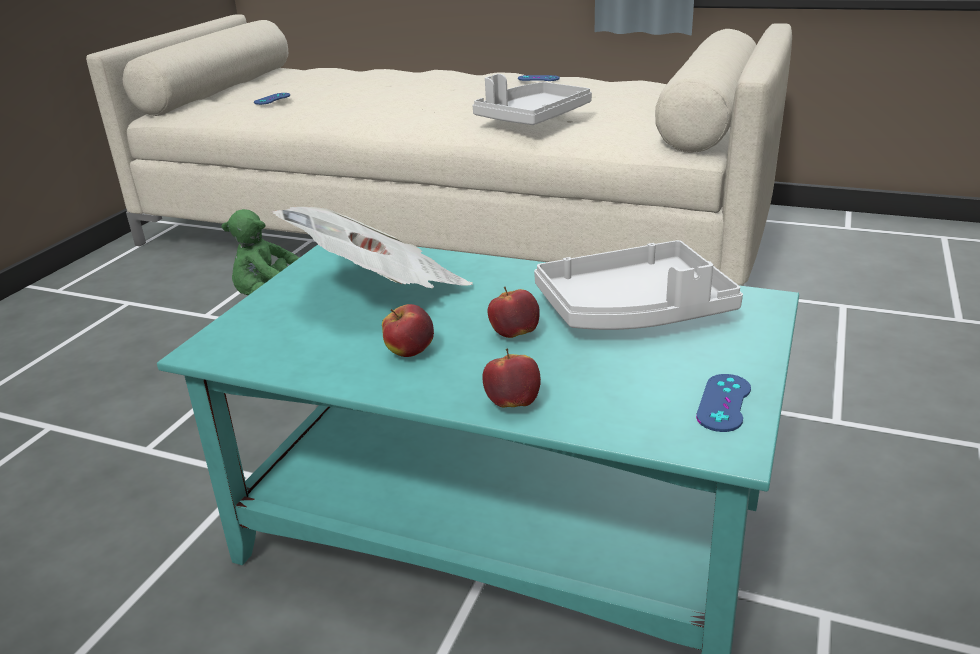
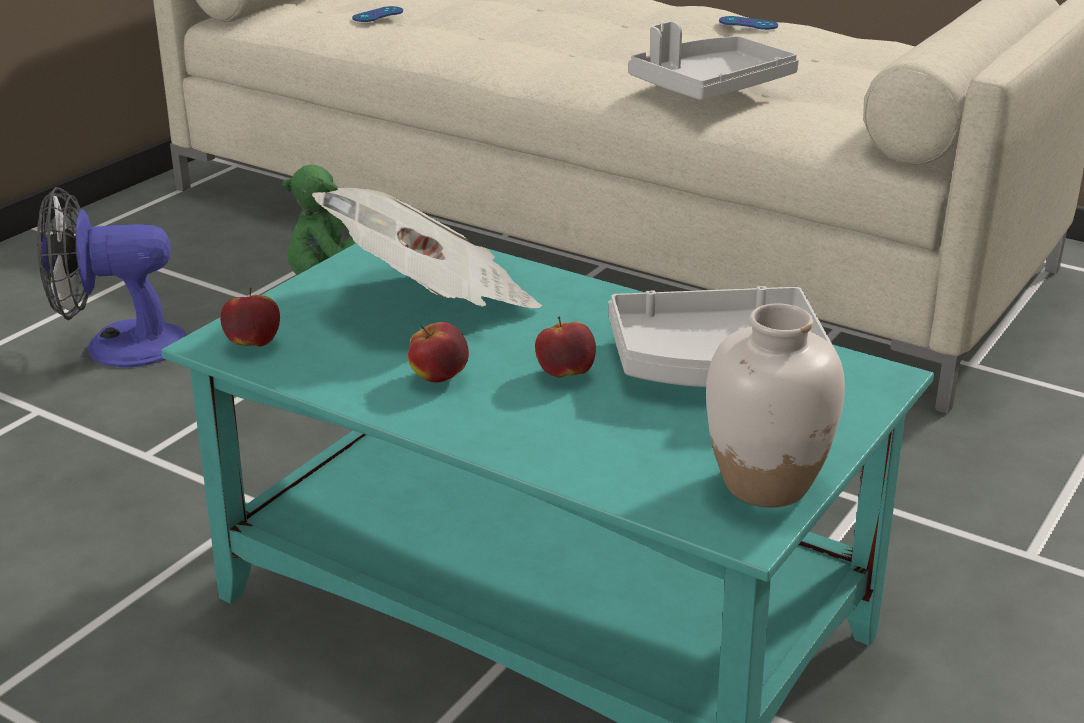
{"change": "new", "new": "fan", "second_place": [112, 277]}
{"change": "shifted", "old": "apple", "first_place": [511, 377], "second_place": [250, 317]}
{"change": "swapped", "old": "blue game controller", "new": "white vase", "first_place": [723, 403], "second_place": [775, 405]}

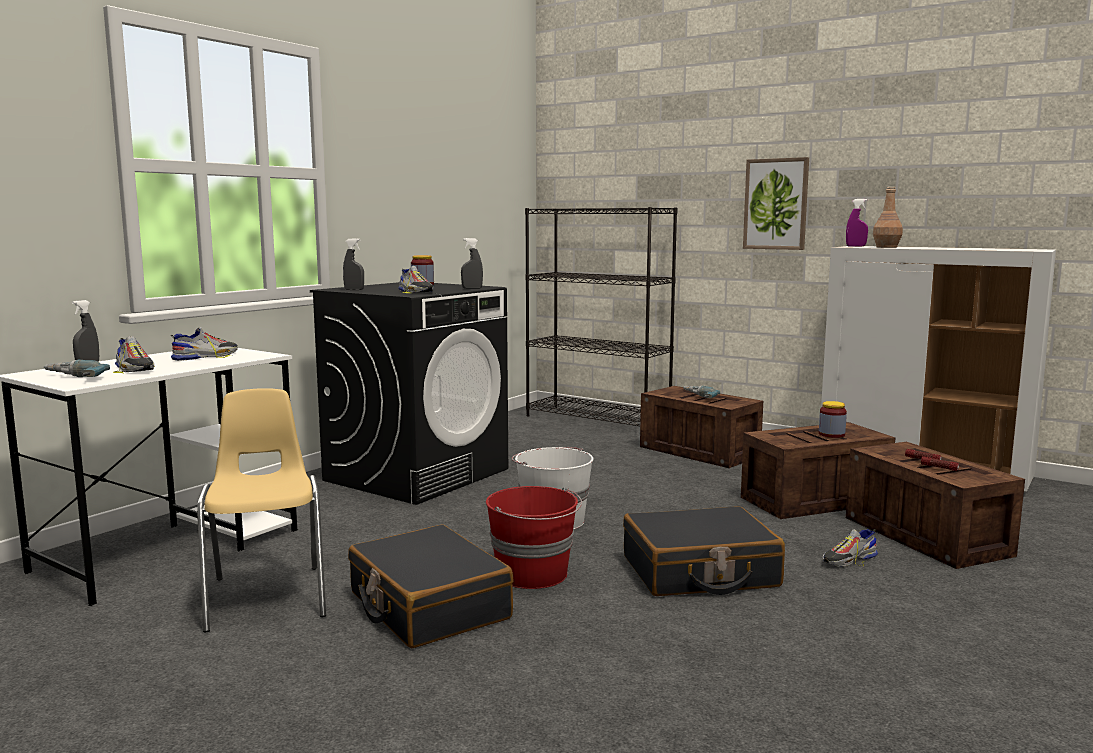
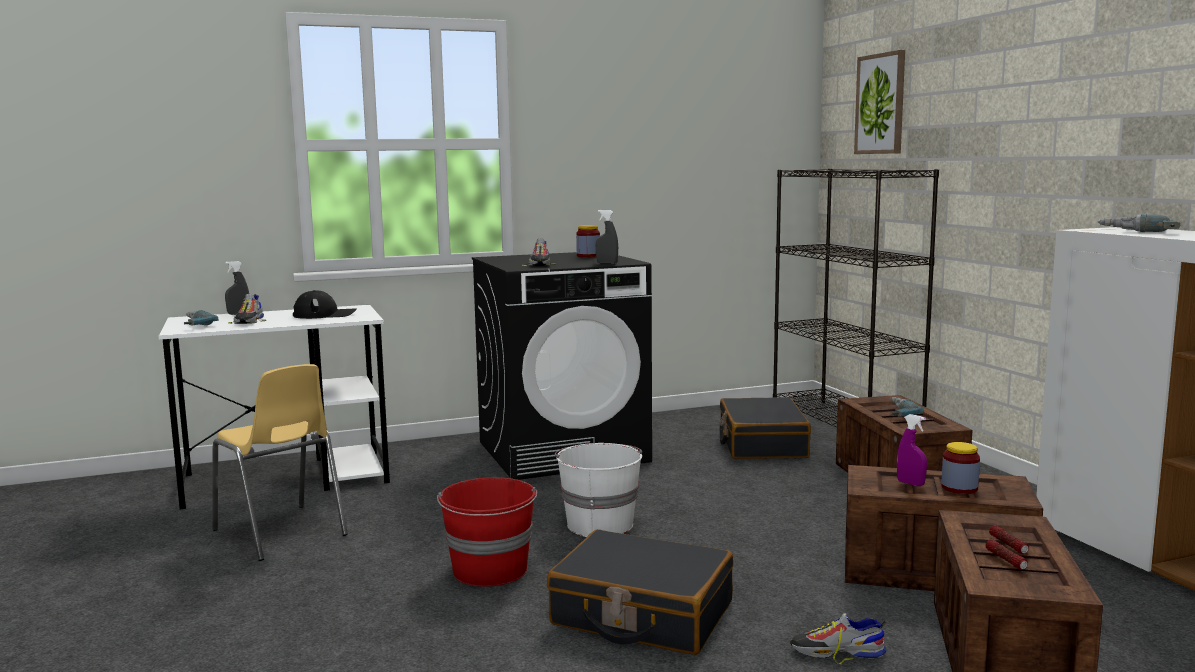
{"change": "gone", "old": "grey spray bottle", "first_place": [353, 264]}
{"change": "shifted", "old": "black suitcase", "first_place": [431, 586], "second_place": [765, 428]}
{"change": "shifted", "old": "picture", "first_place": [776, 203], "second_place": [879, 102]}
{"change": "shifted", "old": "purple spray bottle", "first_place": [857, 223], "second_place": [912, 450]}
{"change": "swapped", "old": "shoe", "new": "black cap", "first_place": [204, 344], "second_place": [325, 304]}
{"change": "swapped", "old": "brown bottle", "new": "power drill", "first_place": [888, 217], "second_place": [1138, 223]}
{"change": "rotated", "old": "yellow chair", "first_place": [261, 510], "second_place": [280, 462], "degrees": 120}

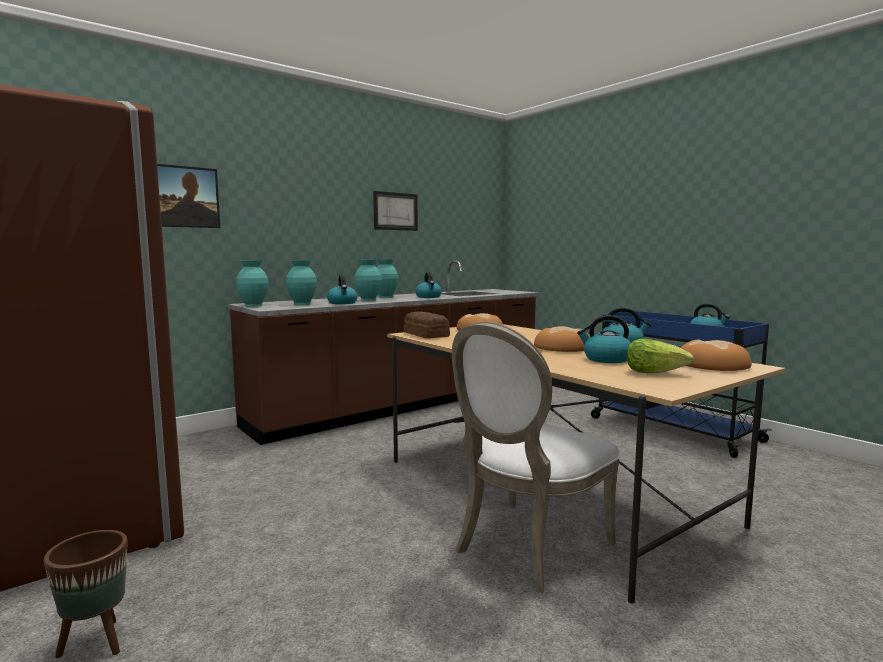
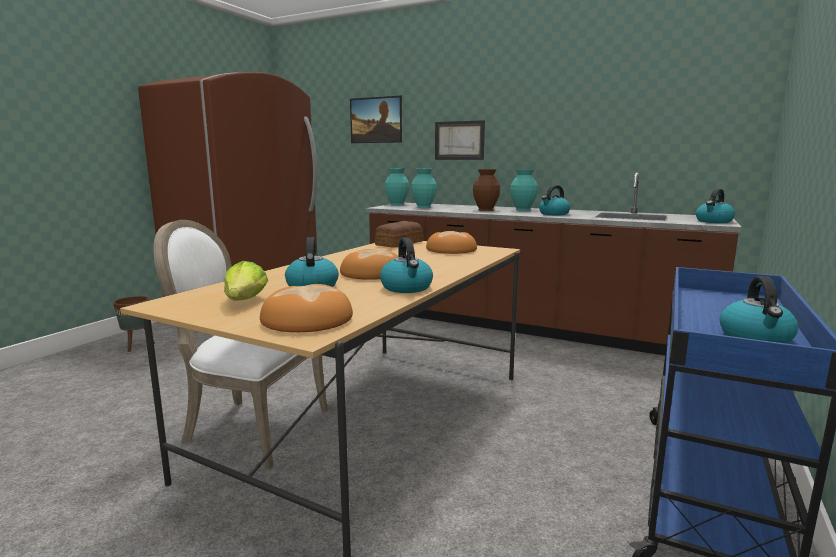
{"change": "shifted", "old": "kettle", "first_place": [342, 289], "second_place": [715, 206]}
{"change": "shifted", "old": "picture", "first_place": [395, 211], "second_place": [460, 140]}
{"change": "repainted", "old": "turquoise vase", "new": "brown vase", "first_place": [368, 280], "second_place": [486, 190]}

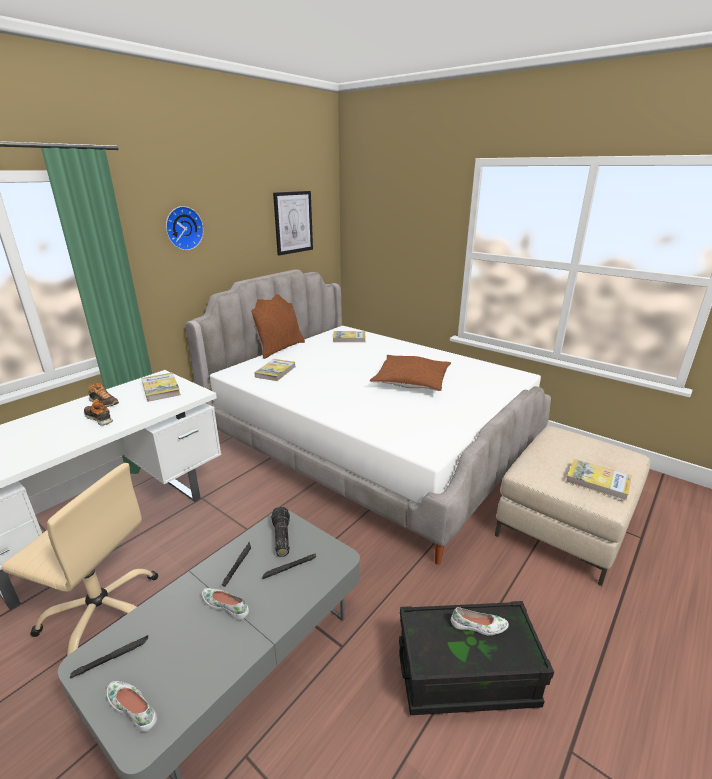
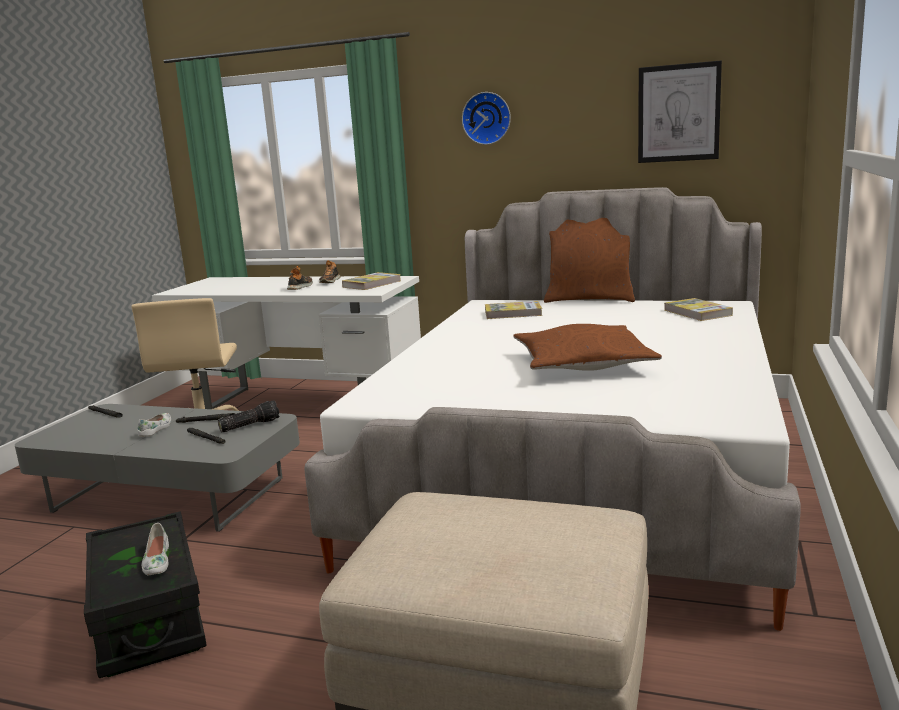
{"change": "gone", "old": "white shoe", "first_place": [131, 706]}
{"change": "gone", "old": "book", "first_place": [599, 480]}

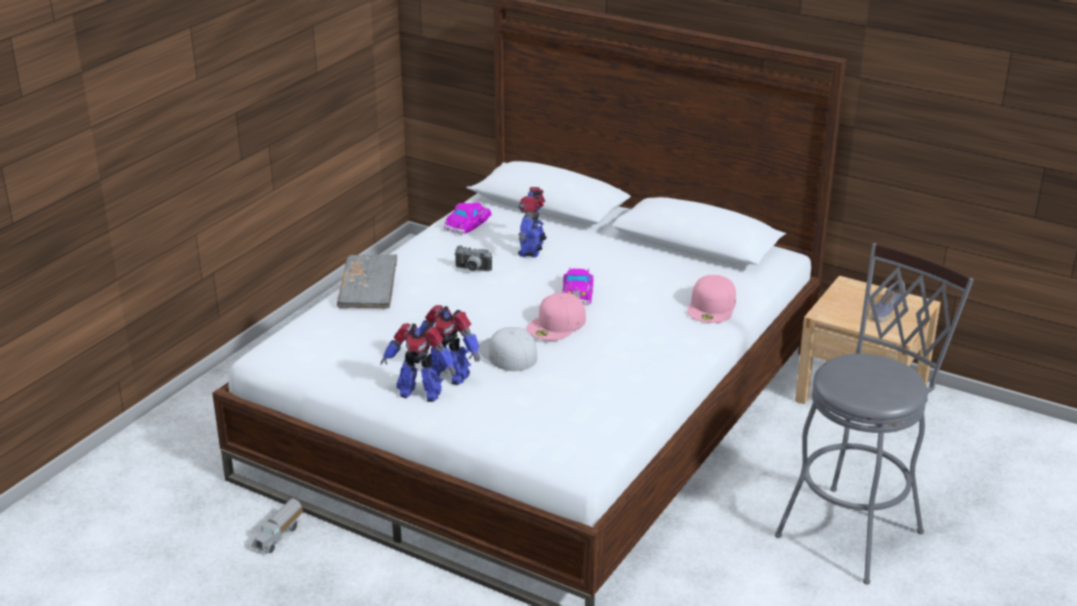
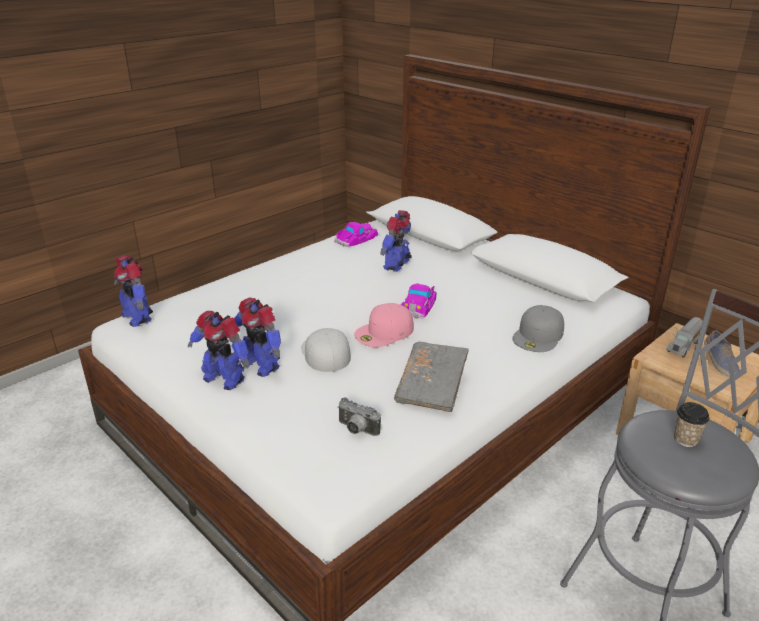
{"change": "new", "new": "toy robot", "second_place": [133, 291]}
{"change": "new", "new": "cup", "second_place": [692, 424]}
{"change": "shifted", "old": "toy truck", "first_place": [277, 526], "second_place": [684, 337]}
{"change": "shifted", "old": "grey book", "first_place": [367, 281], "second_place": [431, 377]}
{"change": "shifted", "old": "photo camera", "first_place": [473, 258], "second_place": [359, 416]}
{"change": "repainted", "old": "pink cap", "new": "grey cap", "first_place": [711, 299], "second_place": [538, 328]}
{"change": "rotated", "old": "shoe", "first_place": [888, 301], "second_place": [722, 353], "degrees": -60}

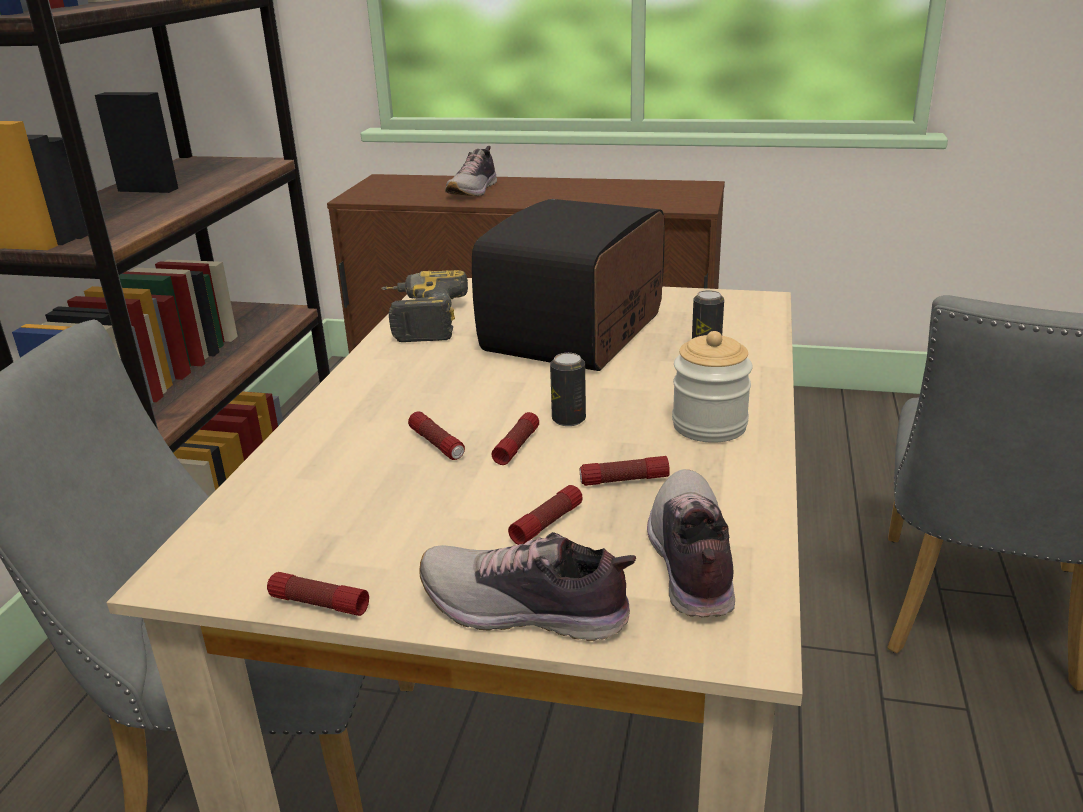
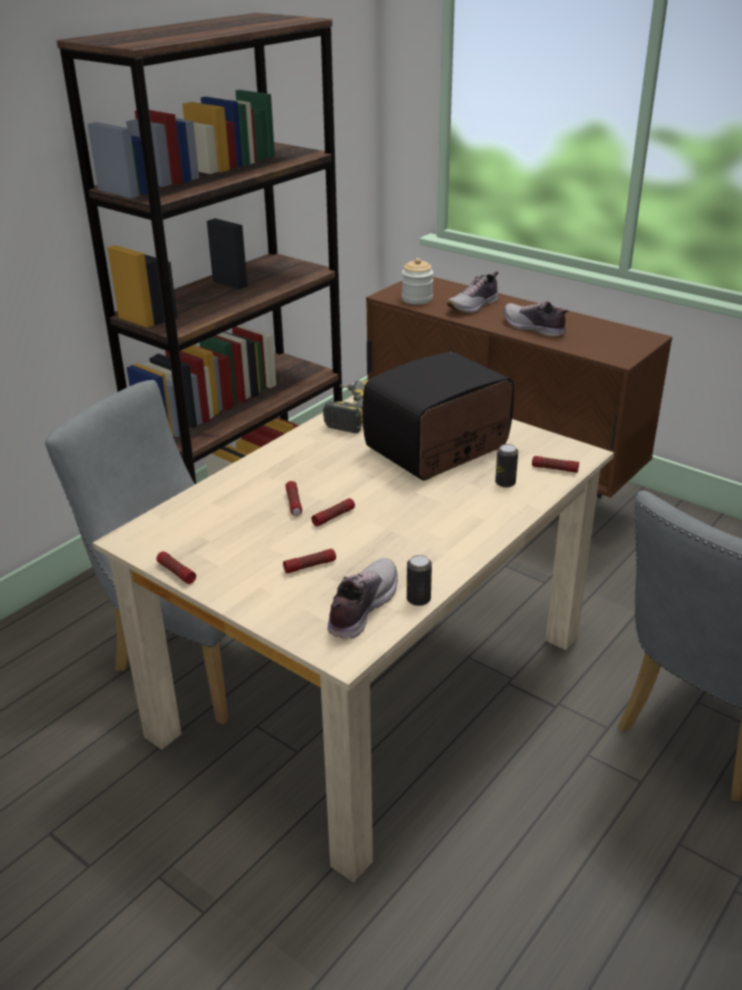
{"change": "shifted", "old": "shoe", "first_place": [527, 586], "second_place": [536, 319]}
{"change": "shifted", "old": "can", "first_place": [568, 389], "second_place": [419, 580]}
{"change": "shifted", "old": "flashlight", "first_place": [625, 471], "second_place": [555, 464]}
{"change": "shifted", "old": "jar", "first_place": [712, 387], "second_place": [418, 281]}

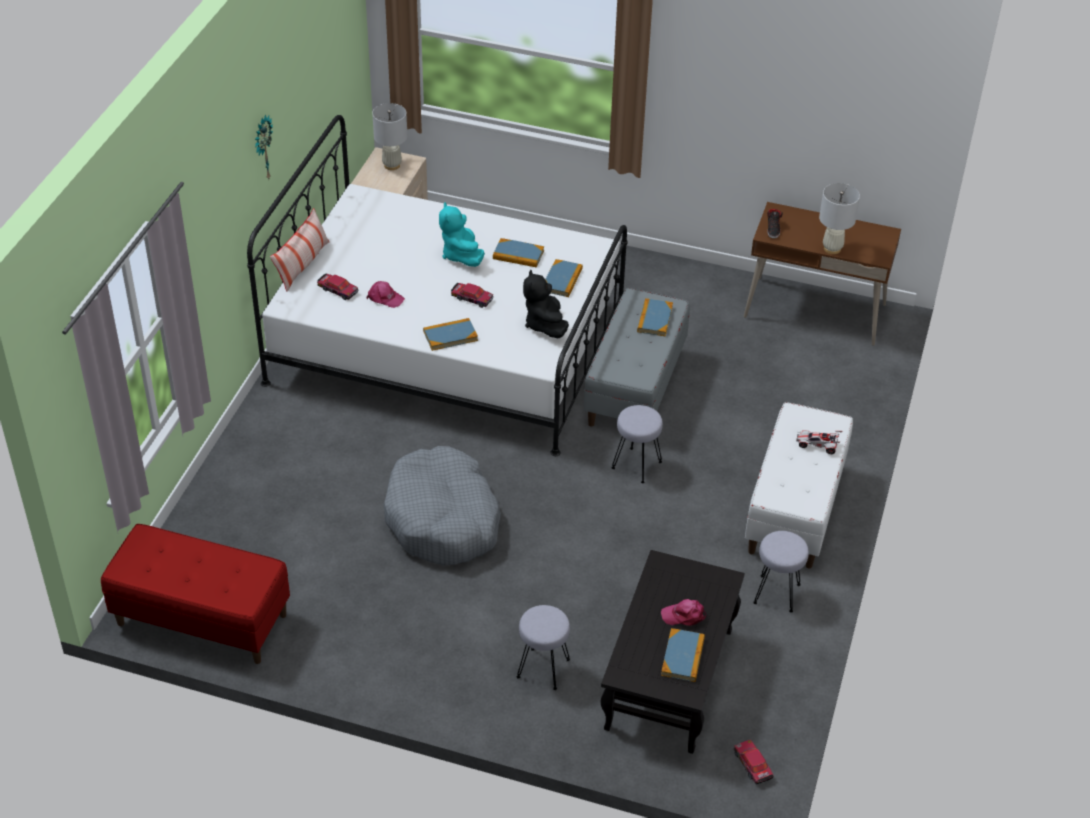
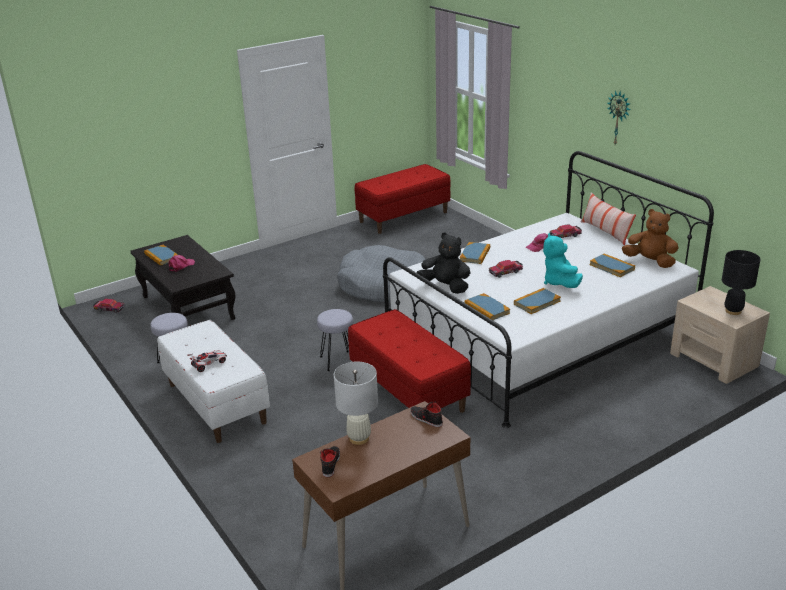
{"change": "gone", "old": "grey stool", "first_place": [543, 647]}
{"change": "new", "new": "black shoe", "second_place": [329, 461]}
{"change": "new", "new": "brown plush toy", "second_place": [650, 238]}
{"change": "shifted", "old": "book", "first_place": [655, 317], "second_place": [612, 265]}
{"change": "repainted", "old": "white table lamp", "new": "black table lamp", "first_place": [389, 136], "second_place": [741, 282]}
{"change": "repainted", "old": "grey bench", "new": "red bench", "first_place": [637, 357], "second_place": [409, 361]}
{"change": "rotated", "old": "turquoise plush toy", "first_place": [462, 234], "second_place": [563, 260], "degrees": -120}

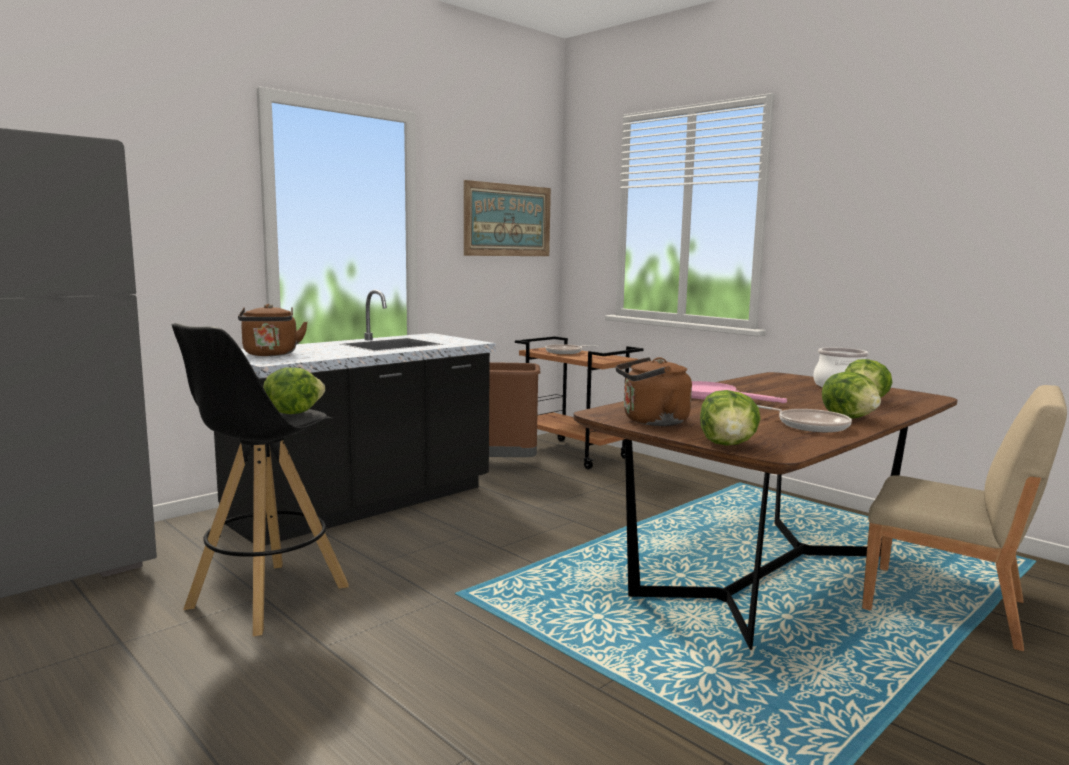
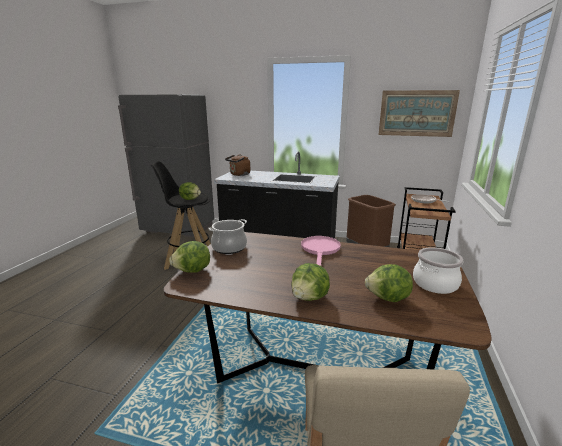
{"change": "gone", "old": "frying pan", "first_place": [804, 418]}
{"change": "swapped", "old": "brown kettle", "new": "cooking pot", "first_place": [653, 391], "second_place": [227, 236]}

